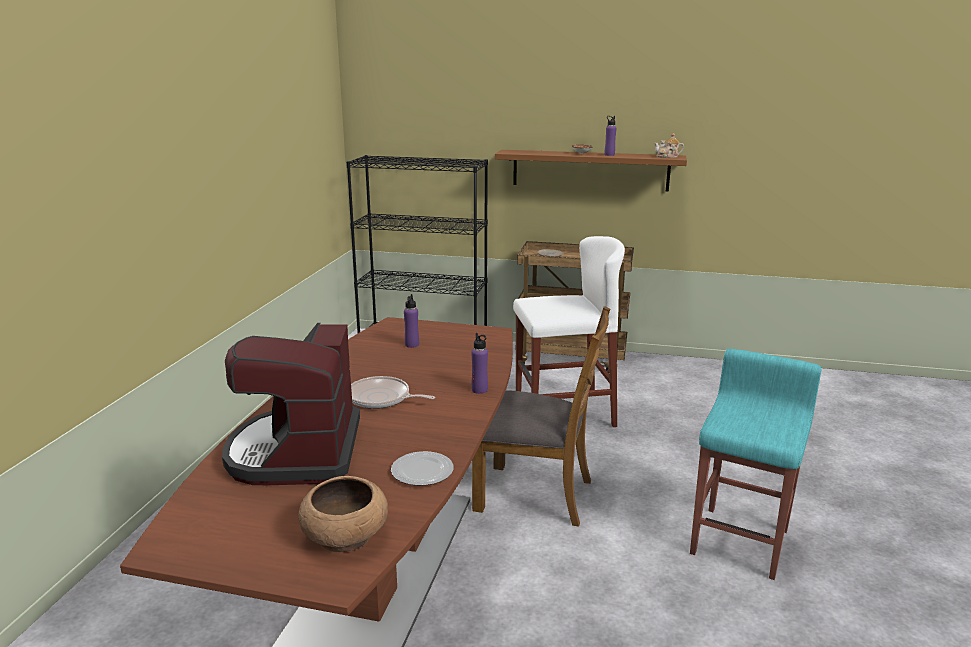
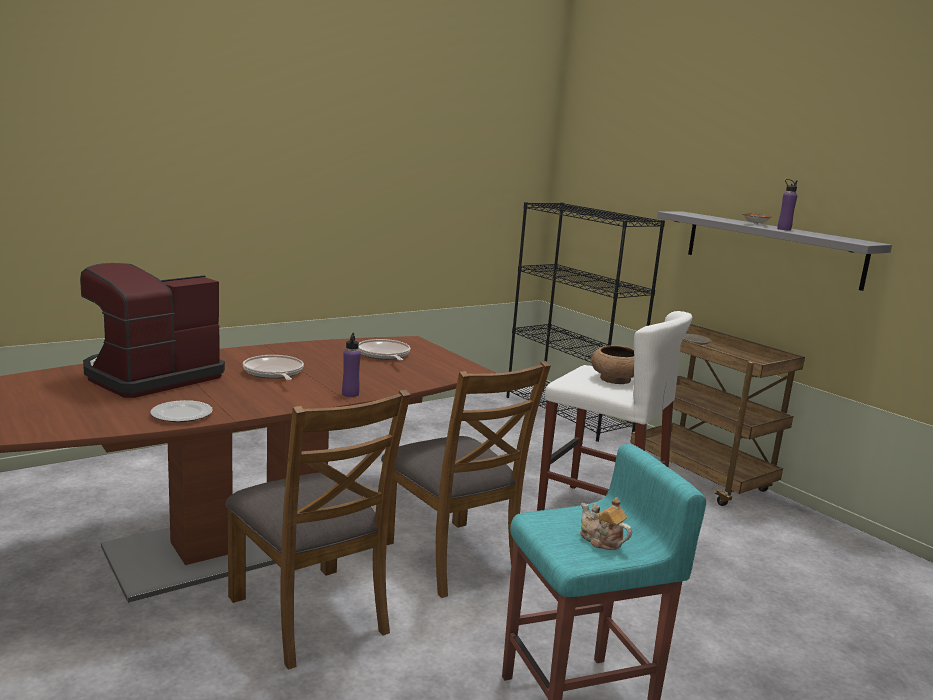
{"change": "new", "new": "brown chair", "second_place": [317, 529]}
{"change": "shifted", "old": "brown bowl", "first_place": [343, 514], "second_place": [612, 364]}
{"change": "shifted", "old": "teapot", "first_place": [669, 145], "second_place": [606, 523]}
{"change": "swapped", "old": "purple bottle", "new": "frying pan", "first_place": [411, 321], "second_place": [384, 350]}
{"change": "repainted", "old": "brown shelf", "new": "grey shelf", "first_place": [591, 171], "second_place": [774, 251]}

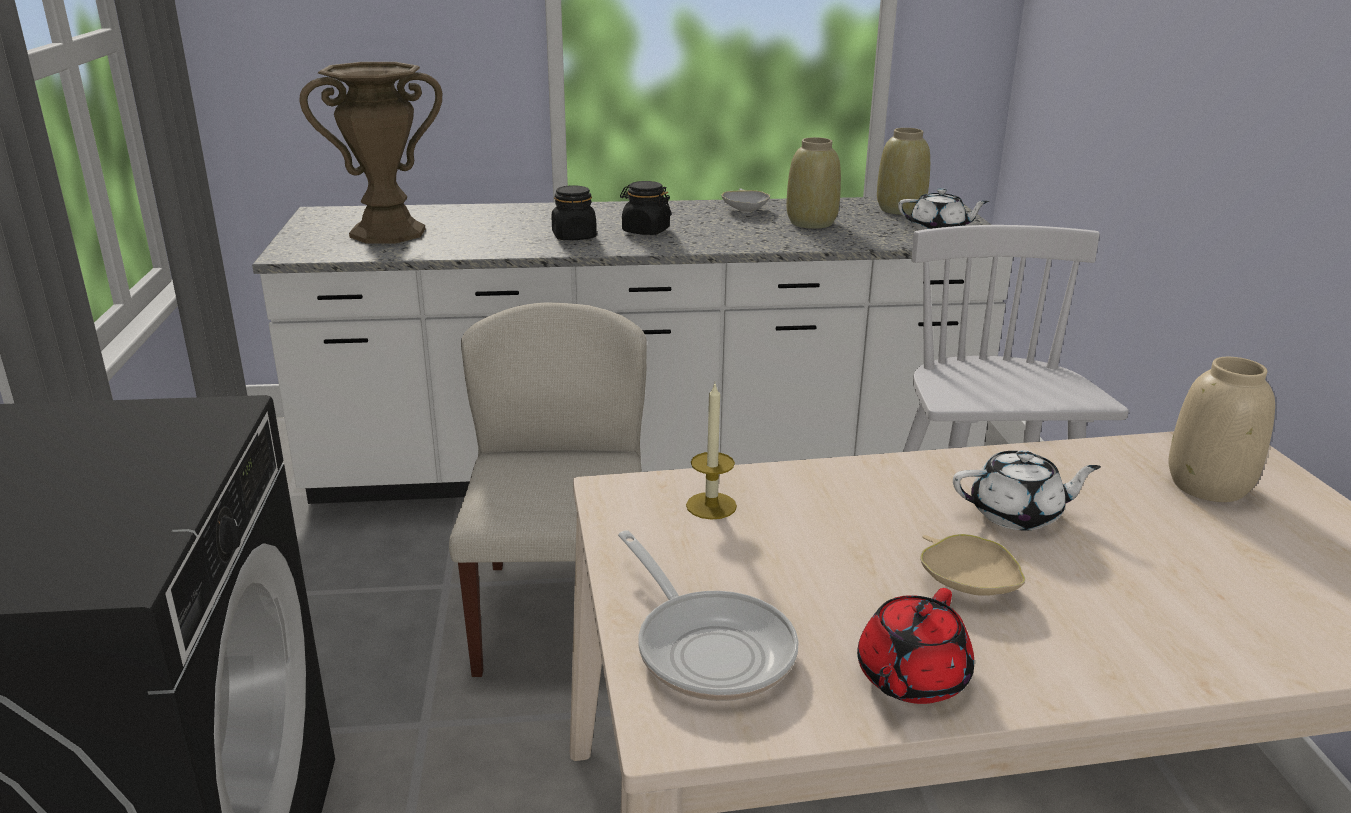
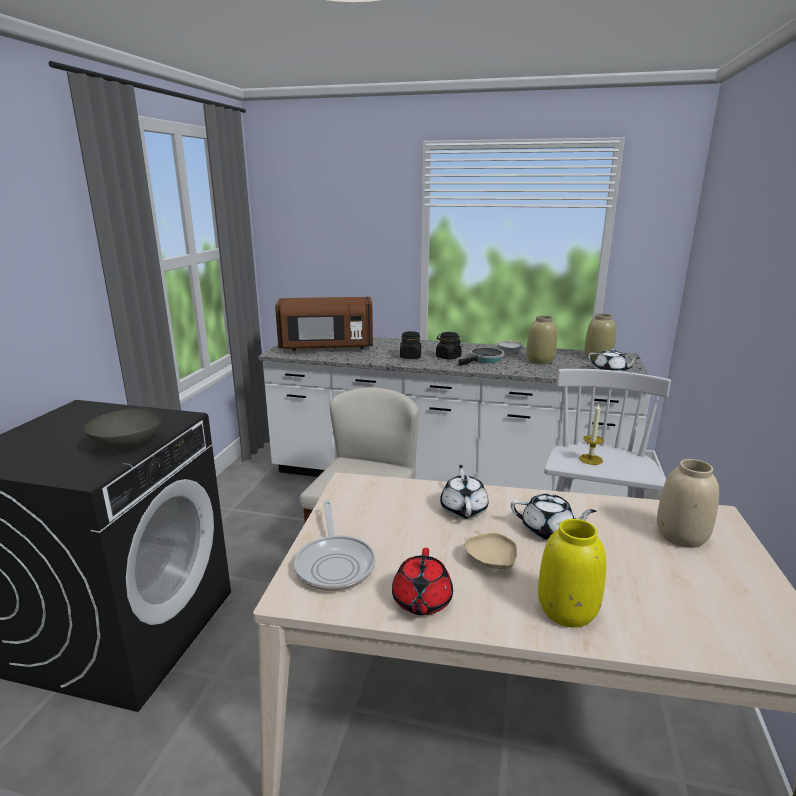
{"change": "new", "new": "grey bowl", "second_place": [123, 430]}
{"change": "new", "new": "white teapot", "second_place": [464, 492]}
{"change": "new", "new": "frying pan", "second_place": [481, 356]}
{"change": "new", "new": "yellow vase", "second_place": [572, 573]}
{"change": "shifted", "old": "candle", "first_place": [711, 451], "second_place": [591, 434]}
{"change": "swapped", "old": "brown vase", "new": "brown microwave", "first_place": [370, 153], "second_place": [324, 324]}
{"change": "rotated", "old": "red teapot", "first_place": [915, 646], "second_place": [422, 581], "degrees": -45}

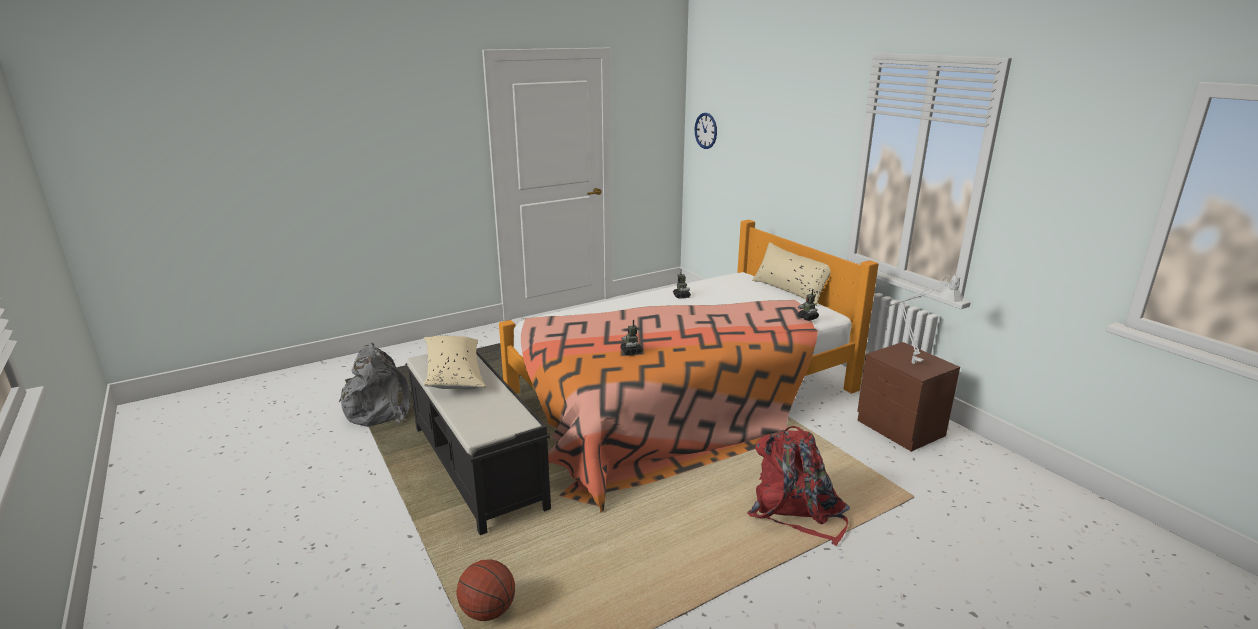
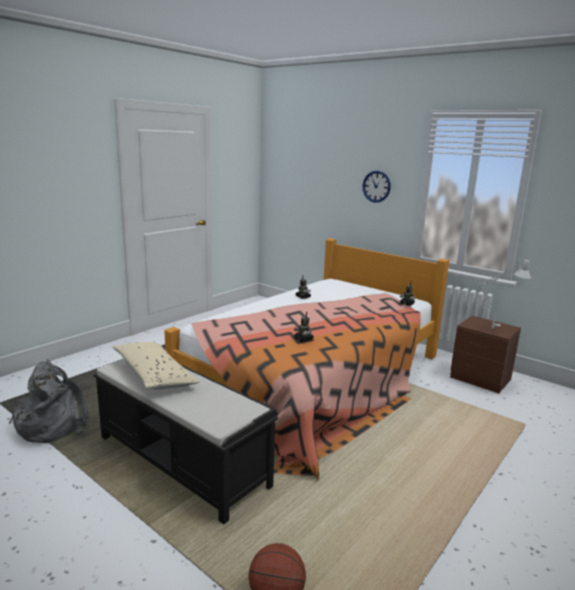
{"change": "gone", "old": "red backpack", "first_place": [798, 486]}
{"change": "gone", "old": "beige pillow", "first_place": [791, 274]}
{"change": "shifted", "old": "wall clock", "first_place": [706, 131], "second_place": [377, 186]}

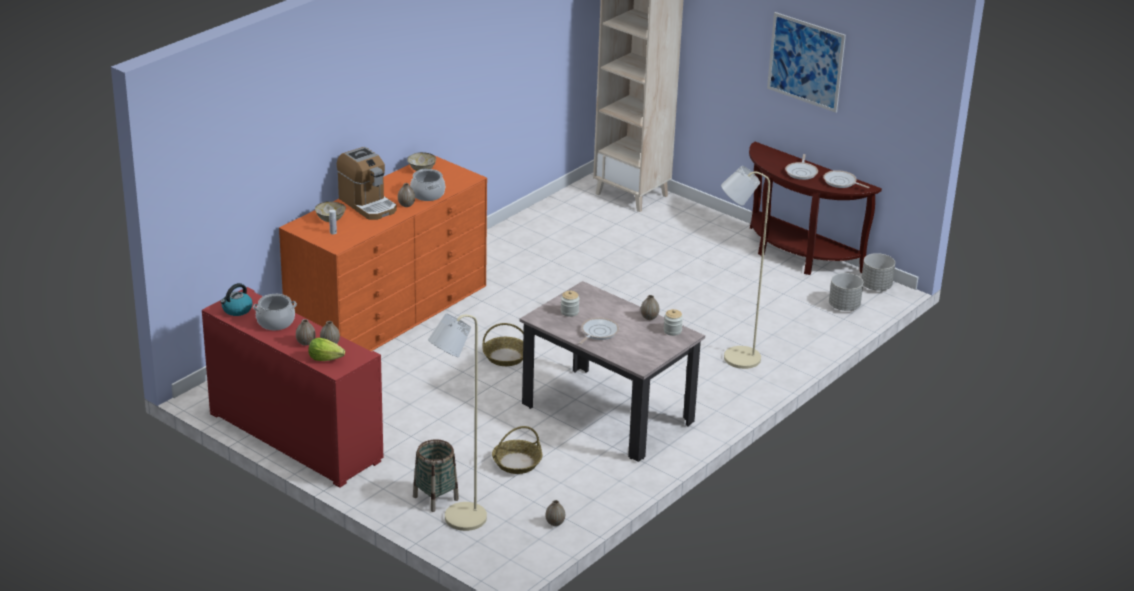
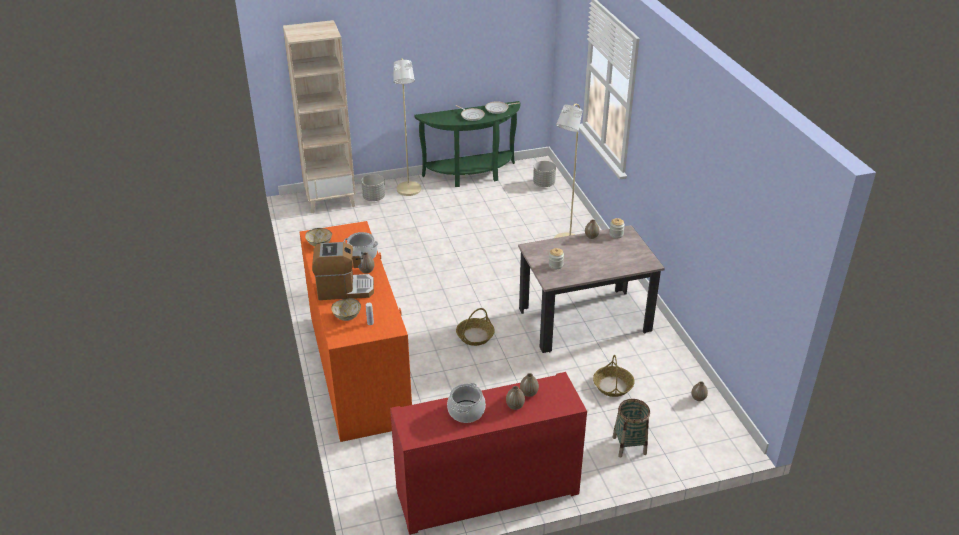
{"change": "gone", "old": "kettle", "first_place": [236, 299]}
{"change": "gone", "old": "lettuce", "first_place": [327, 349]}
{"change": "gone", "old": "frying pan", "first_place": [599, 331]}
{"change": "gone", "old": "picture", "first_place": [806, 62]}
{"change": "shifted", "old": "beige floor lamp", "first_place": [457, 422], "second_place": [407, 127]}
{"change": "shifted", "old": "grey planter", "first_place": [878, 272], "second_place": [373, 187]}
{"change": "repainted", "old": "brown console table", "new": "green console table", "first_place": [815, 208], "second_place": [467, 144]}

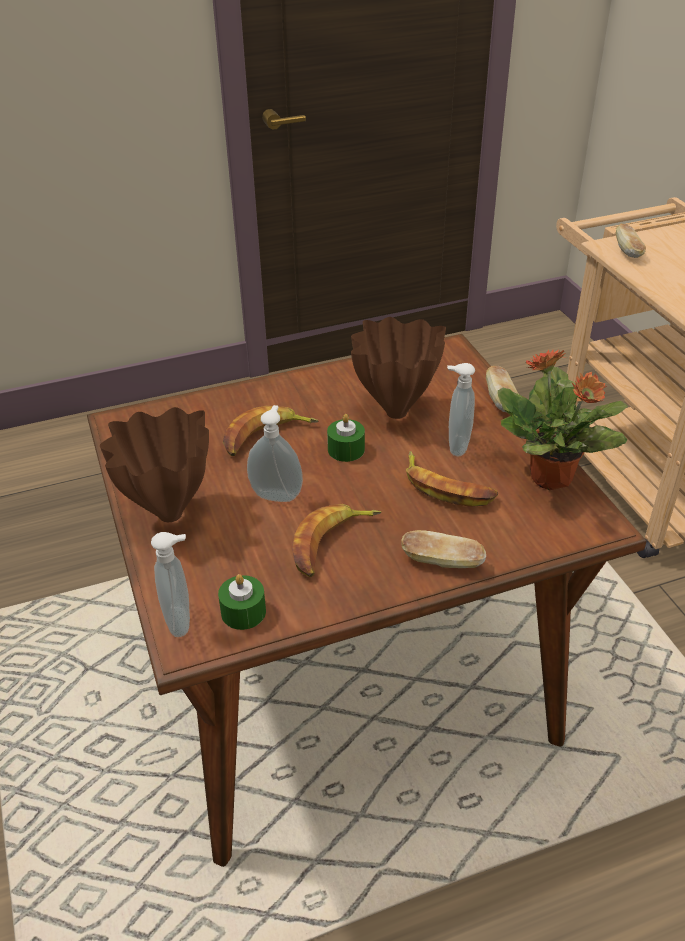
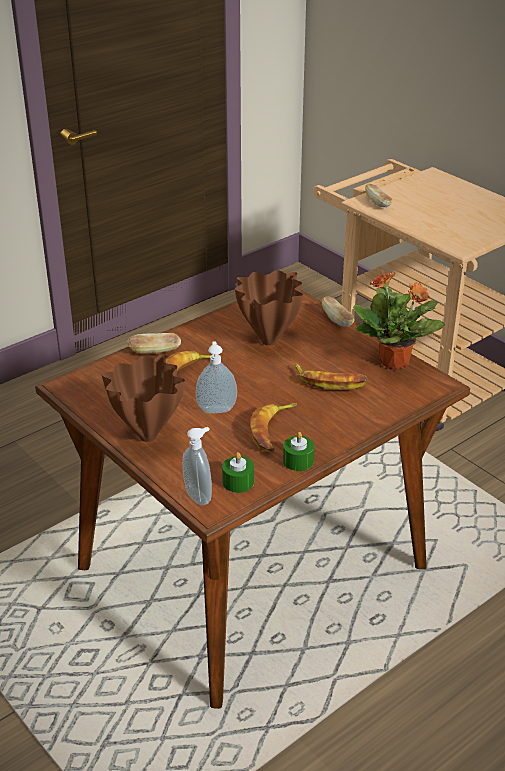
{"change": "gone", "old": "soap dispenser", "first_place": [461, 409]}
{"change": "shifted", "old": "green candle", "first_place": [346, 438], "second_place": [298, 451]}
{"change": "shifted", "old": "bread", "first_place": [443, 549], "second_place": [154, 343]}

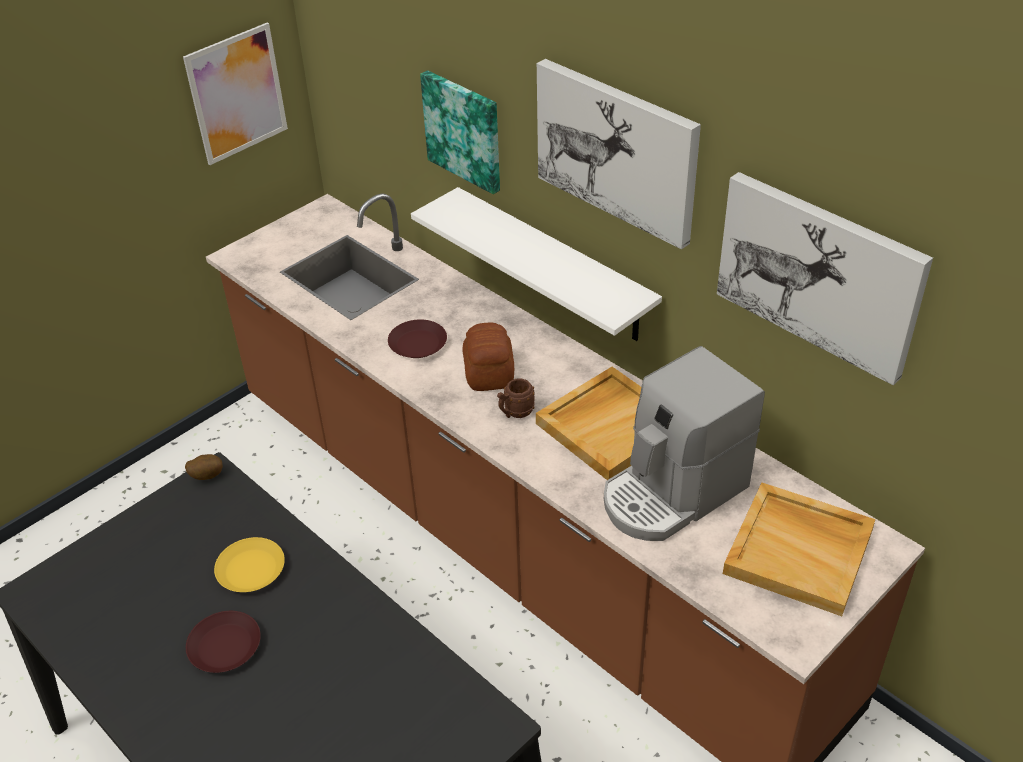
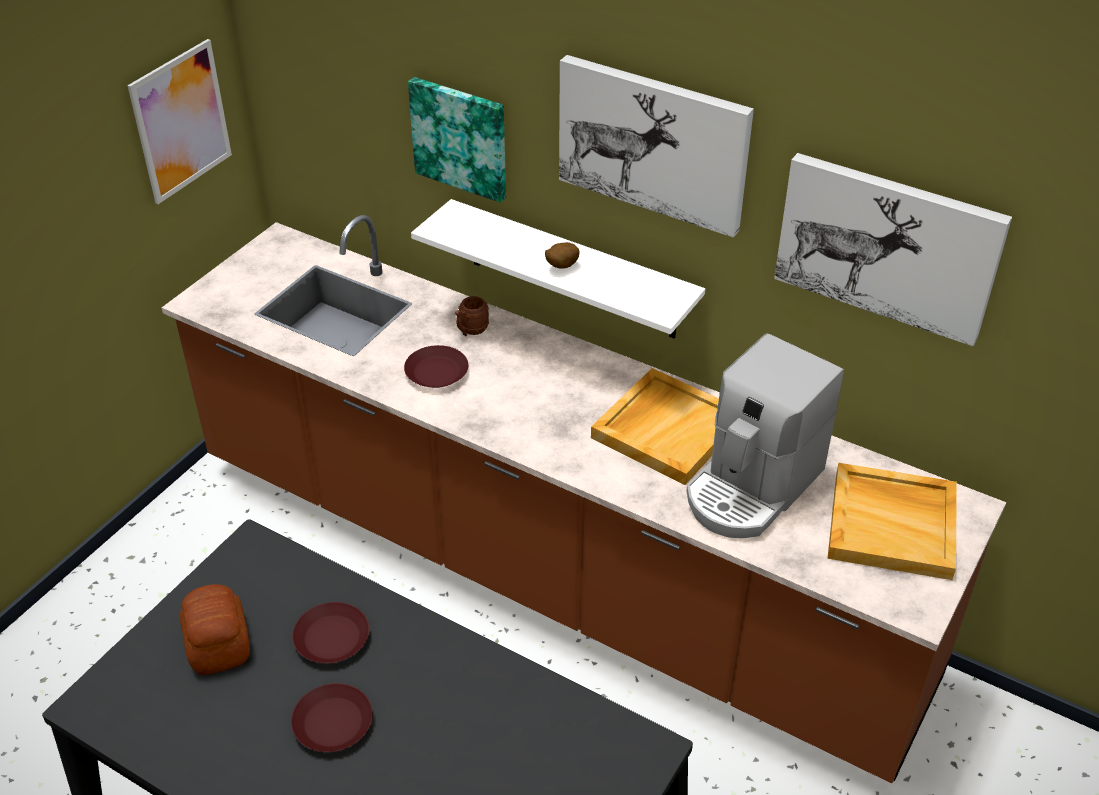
{"change": "shifted", "old": "potato", "first_place": [204, 467], "second_place": [562, 255]}
{"change": "shifted", "old": "bread", "first_place": [488, 356], "second_place": [215, 629]}
{"change": "shifted", "old": "brown mug", "first_place": [516, 398], "second_place": [472, 316]}
{"change": "repainted", "old": "yellow plate", "new": "brown plate", "first_place": [249, 564], "second_place": [330, 632]}

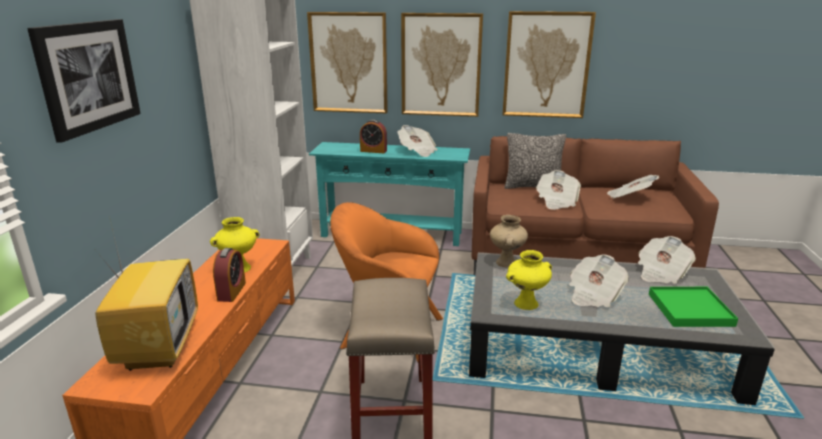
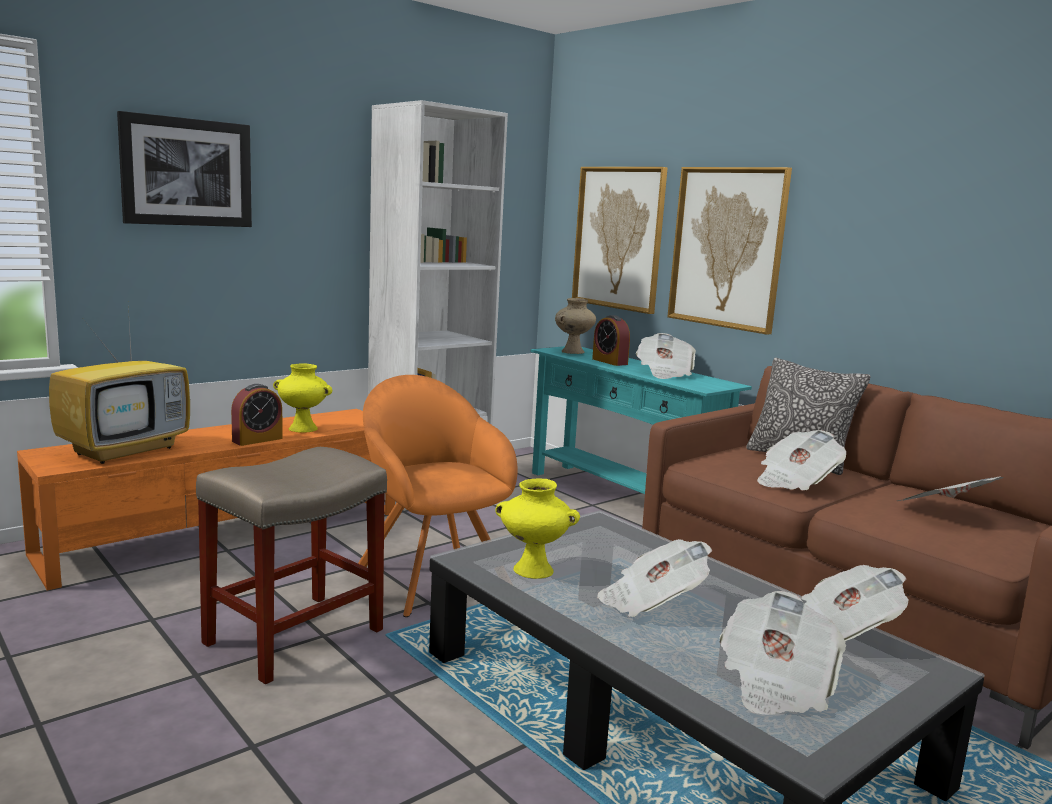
{"change": "gone", "old": "picture", "first_place": [549, 64]}
{"change": "shifted", "old": "beige vase", "first_place": [509, 241], "second_place": [575, 326]}
{"change": "swapped", "old": "green tray", "new": "newspaper", "first_place": [693, 307], "second_place": [782, 653]}

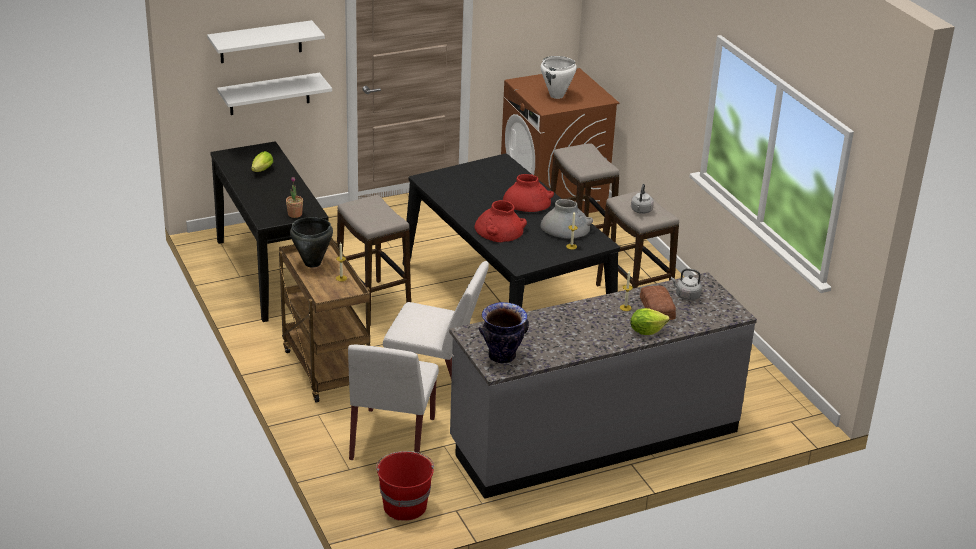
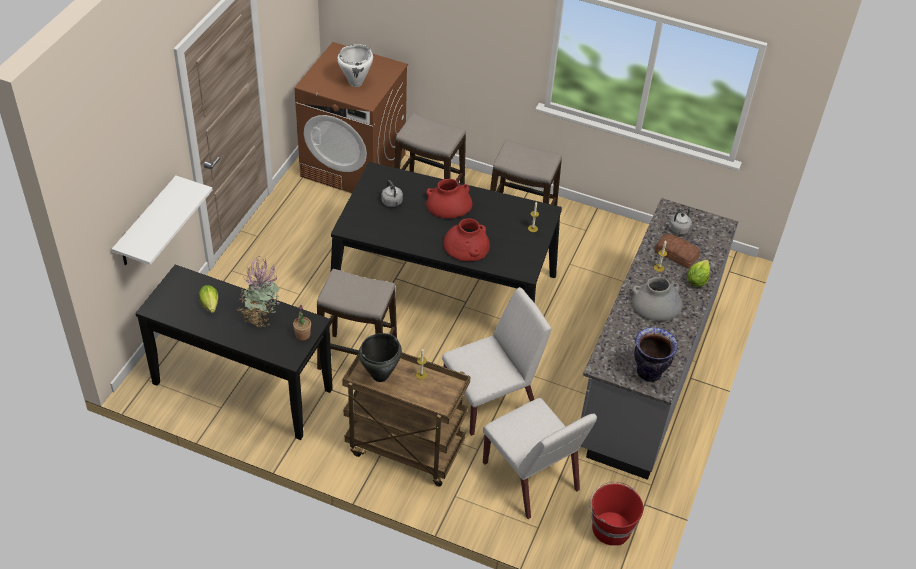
{"change": "gone", "old": "white shelf", "first_place": [266, 41]}
{"change": "new", "new": "potted plant", "second_place": [259, 292]}
{"change": "shifted", "old": "grey vase", "first_place": [566, 219], "second_place": [656, 299]}
{"change": "shifted", "old": "grey kettle", "first_place": [642, 199], "second_place": [392, 193]}

